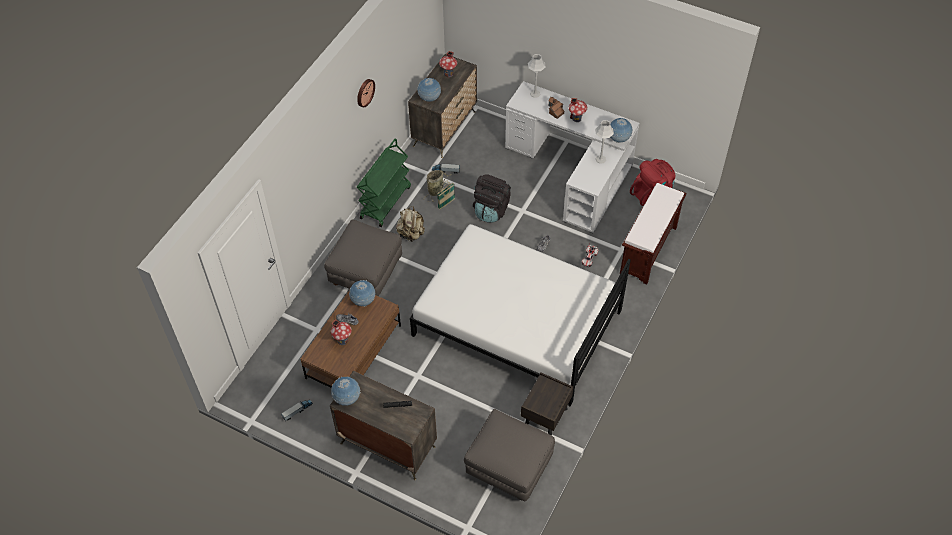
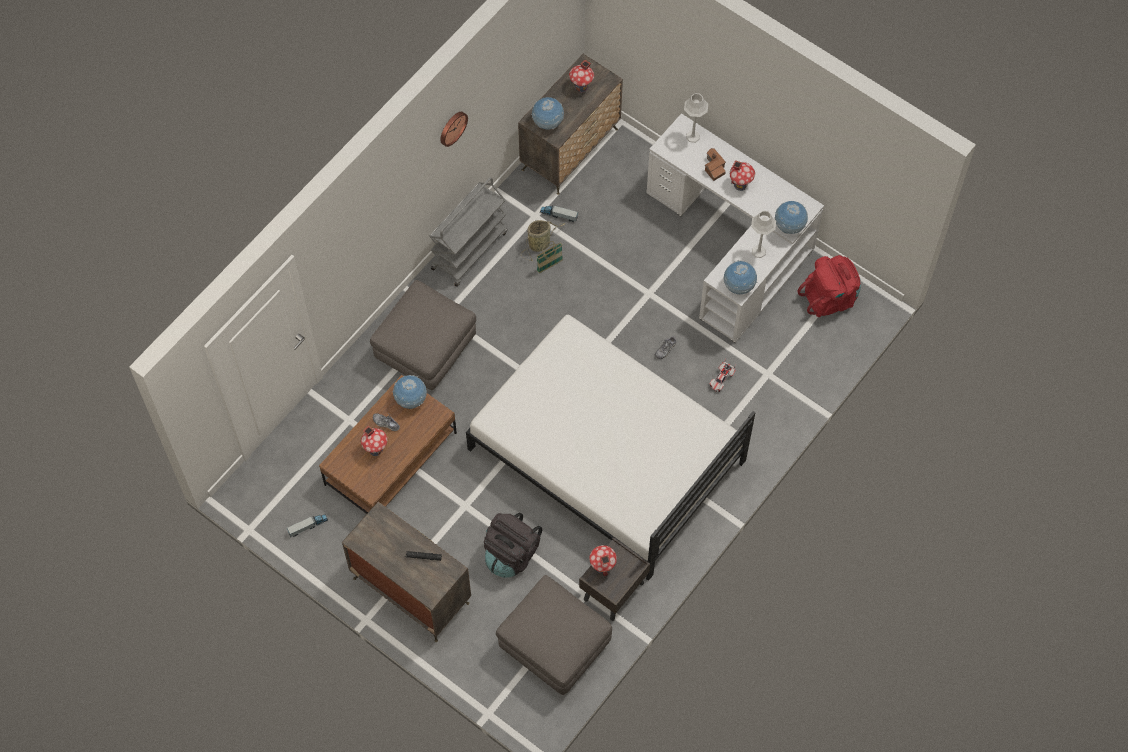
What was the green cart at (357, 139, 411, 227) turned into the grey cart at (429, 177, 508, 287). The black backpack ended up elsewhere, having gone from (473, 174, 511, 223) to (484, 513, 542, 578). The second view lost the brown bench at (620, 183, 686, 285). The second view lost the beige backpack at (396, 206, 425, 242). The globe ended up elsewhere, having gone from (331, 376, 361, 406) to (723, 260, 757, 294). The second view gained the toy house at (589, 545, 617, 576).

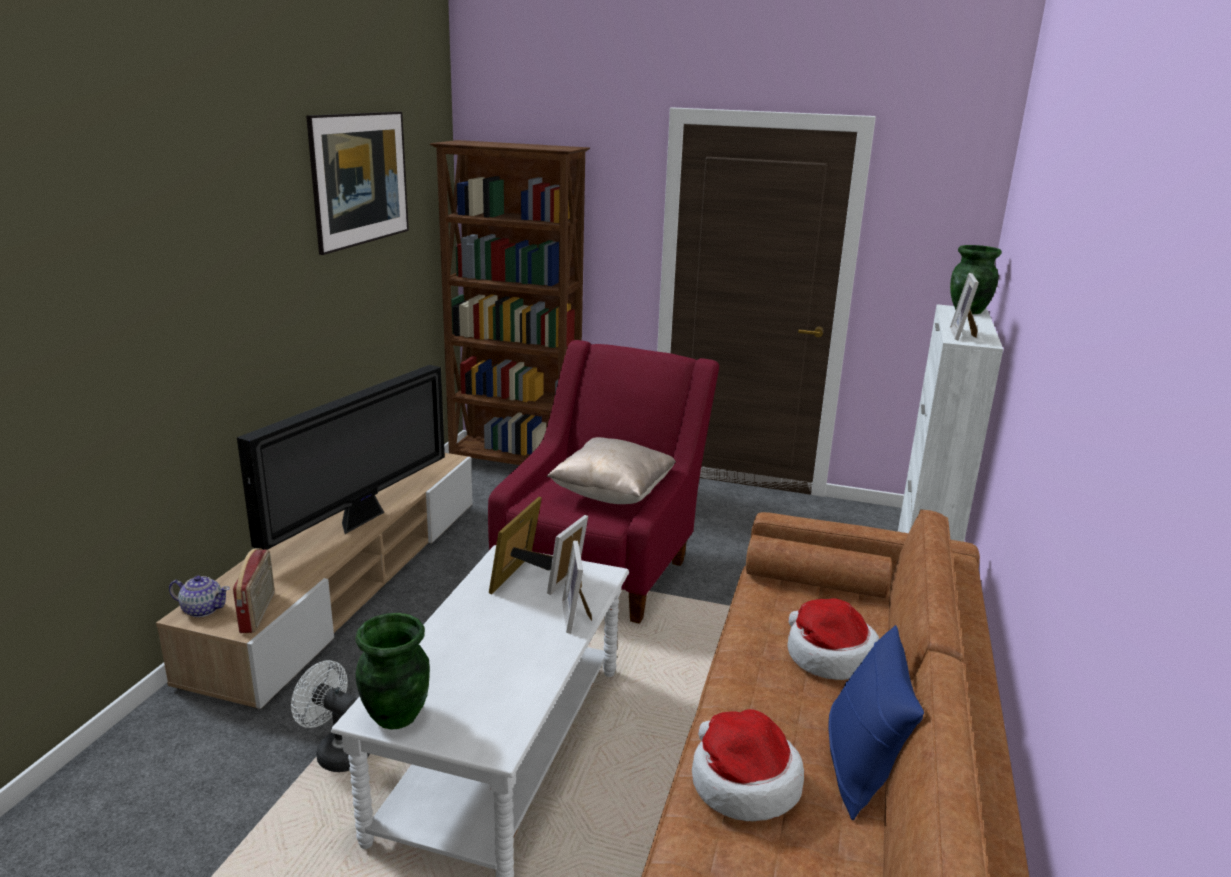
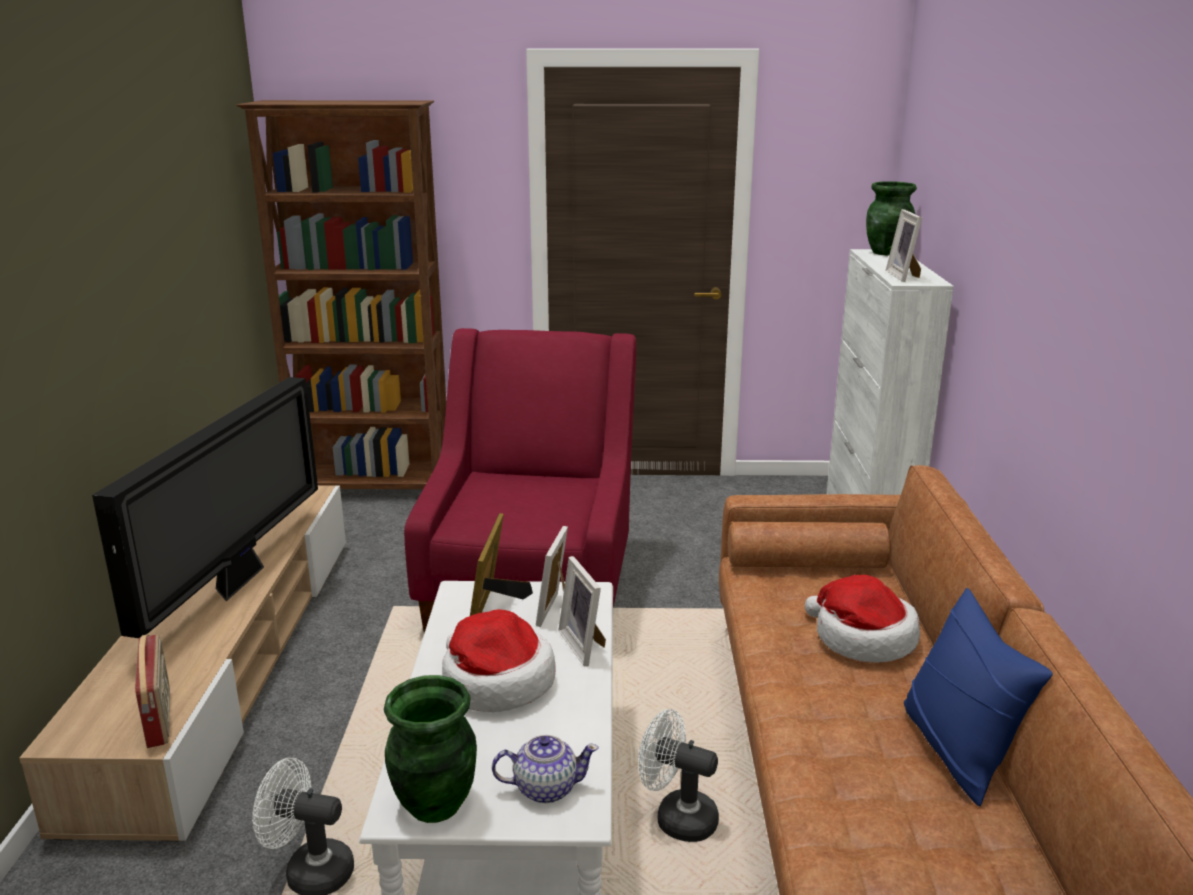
The second view lost the picture at (306, 112, 409, 255). The second view lost the beige pillow at (546, 437, 676, 504). The teapot ended up elsewhere, having gone from (169, 576, 230, 617) to (492, 735, 599, 803). The hat ended up elsewhere, having gone from (692, 709, 804, 821) to (442, 609, 556, 712). The second view gained the white fan at (638, 709, 719, 842).

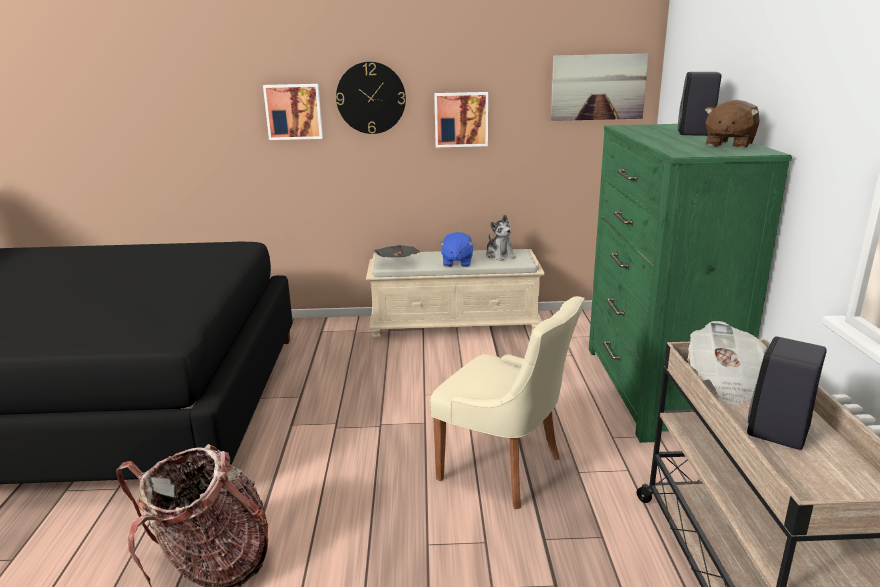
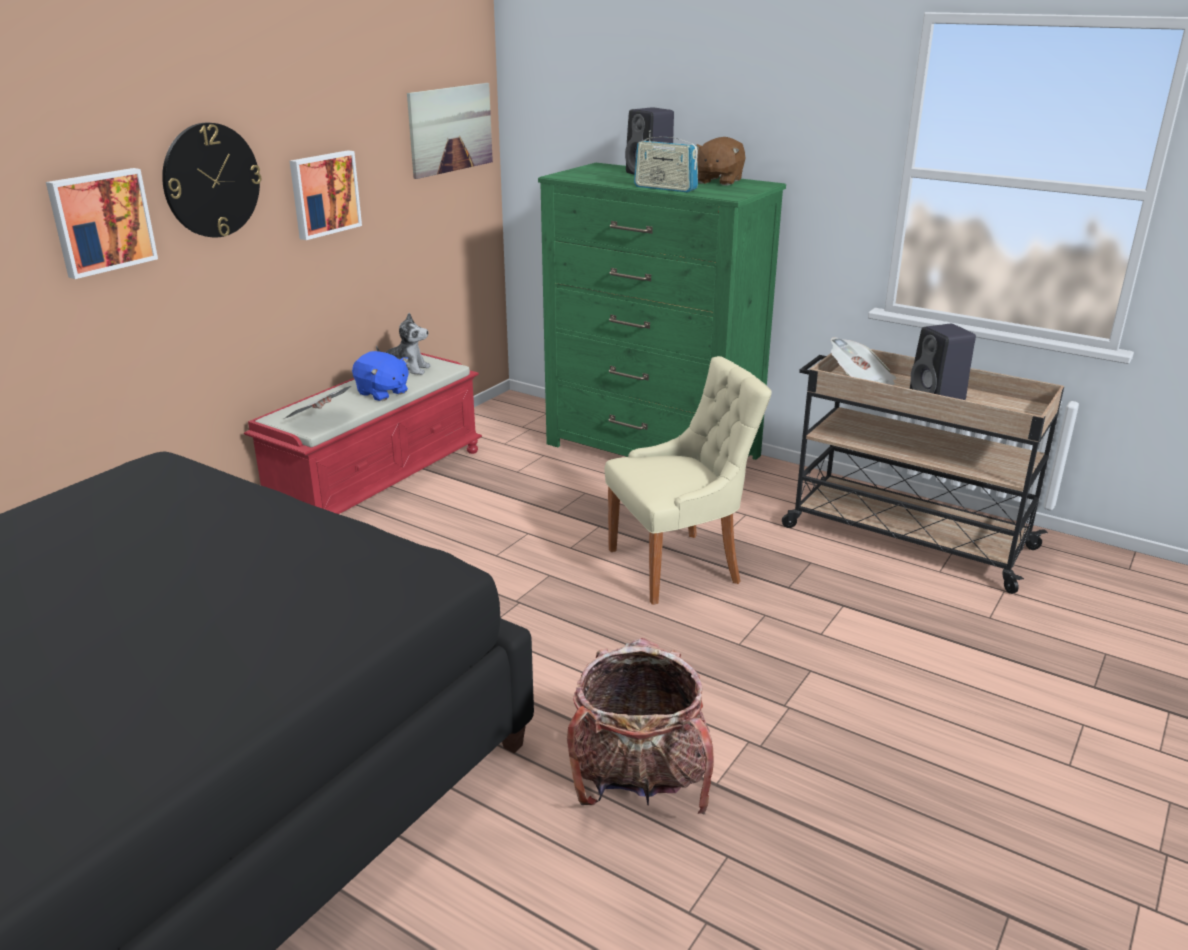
The brown plush toy at (705, 100, 760, 148) ended up facing another way, 45 degrees clockwise from before. What was the beige bench at (366, 249, 545, 340) turned into the red bench at (244, 353, 482, 514). The second view gained the radio at (634, 130, 698, 192).

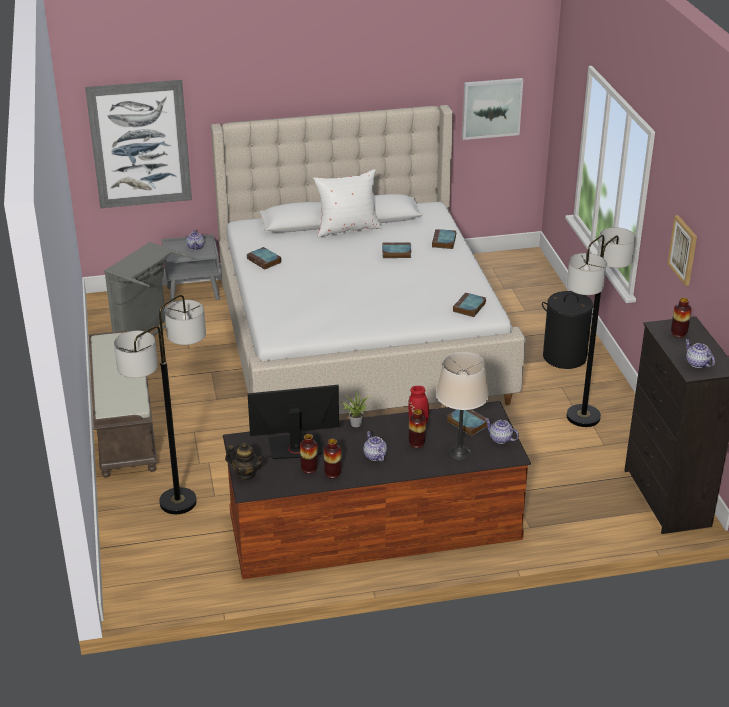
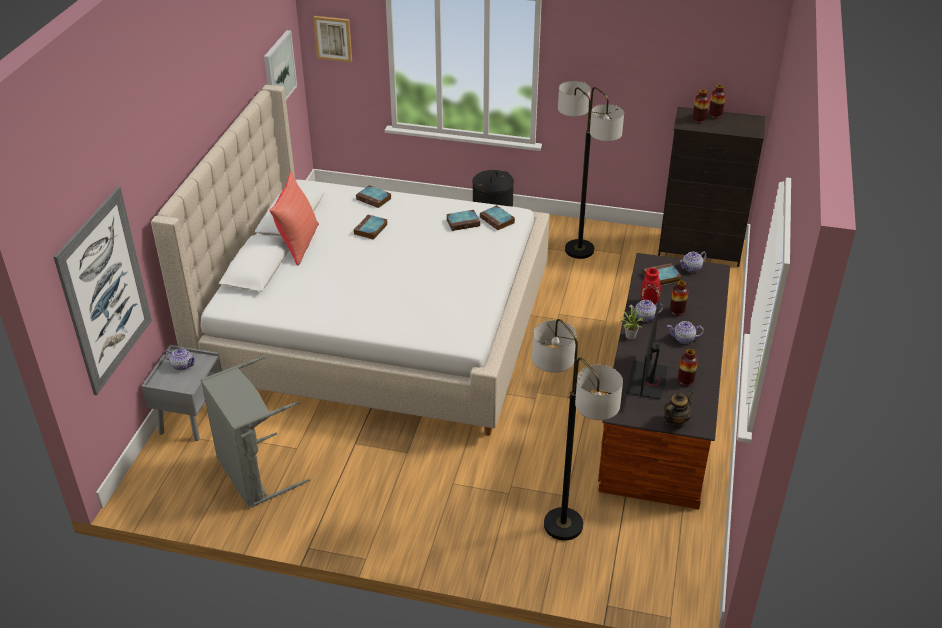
What was the white pillow at (313, 169, 383, 238) turned into the red pillow at (270, 172, 319, 265). The picture ended up elsewhere, having gone from (667, 215, 697, 286) to (313, 16, 352, 62). The book ended up elsewhere, having gone from (247, 247, 281, 269) to (446, 210, 480, 231). The second view lost the brown bench at (89, 331, 157, 478). The teapot ended up elsewhere, having gone from (685, 339, 715, 368) to (629, 300, 663, 322). The second view lost the beige table lamp at (436, 352, 489, 460). The vase ended up elsewhere, having gone from (324, 439, 342, 479) to (709, 85, 726, 118).

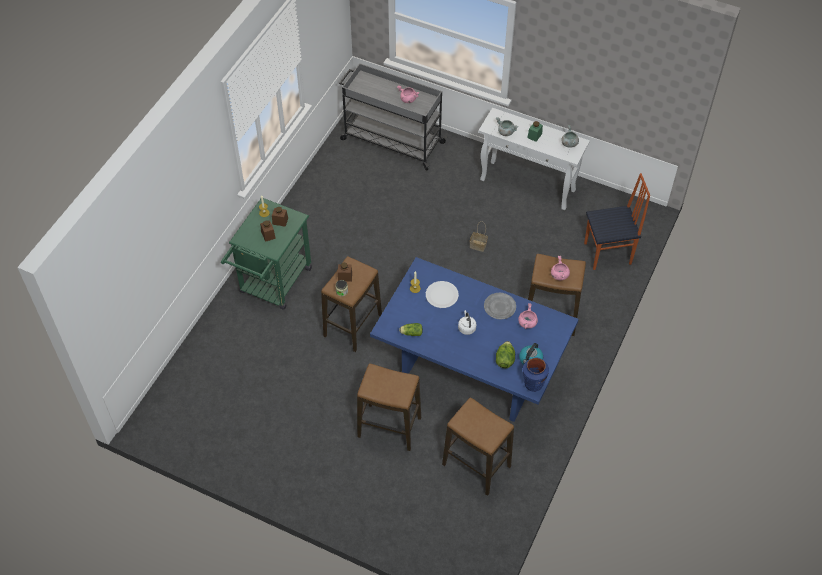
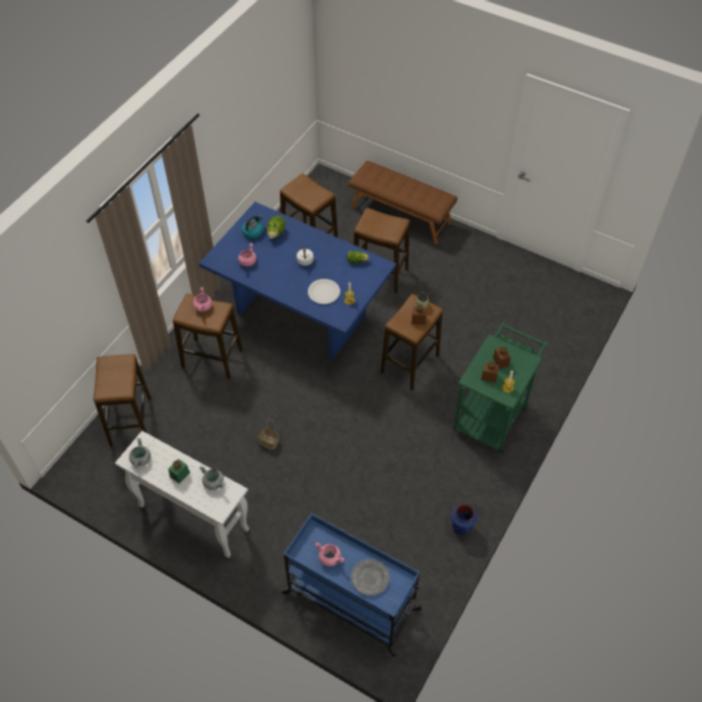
What was the grey cart at (339, 63, 447, 171) turned into the blue cart at (280, 513, 423, 657). Where the chair stood at (584, 173, 650, 270), the stool came to stand at (94, 354, 151, 446). The grey plate ended up elsewhere, having gone from (484, 293, 516, 319) to (351, 559, 390, 596). The blue vase ended up elsewhere, having gone from (523, 358, 549, 392) to (451, 503, 477, 535). The second view gained the brown bench at (348, 161, 457, 244).

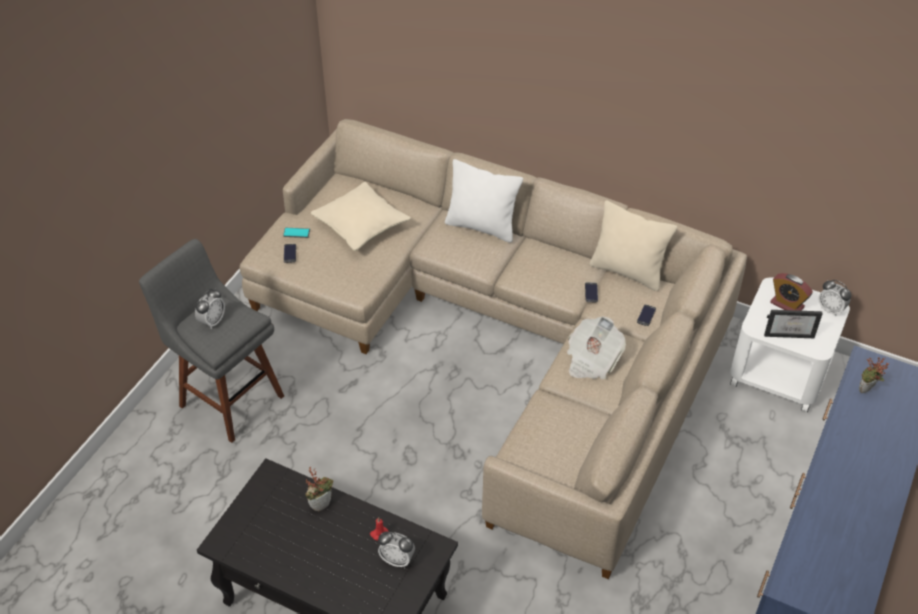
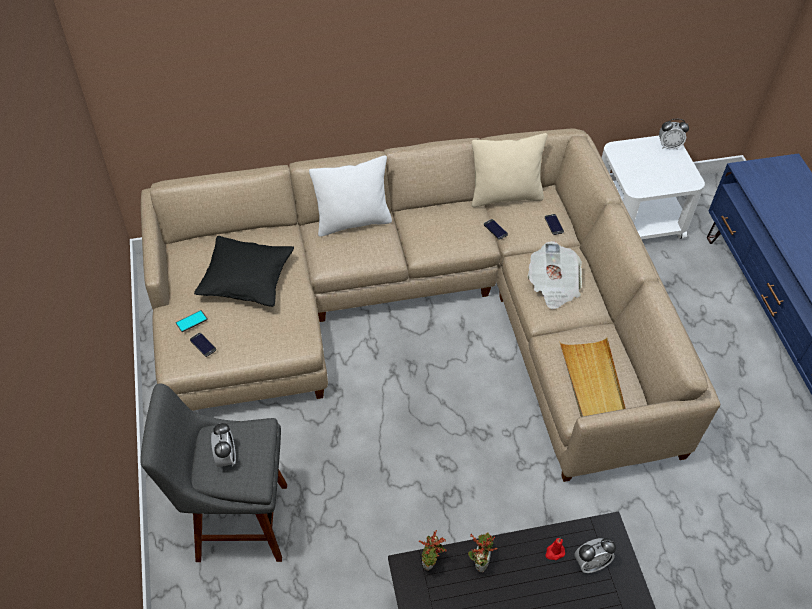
What was the beige pillow at (311, 182, 411, 251) turned into the black pillow at (194, 236, 294, 307). The second view lost the alarm clock at (770, 273, 813, 311). The second view lost the picture frame at (764, 310, 823, 338). The potted plant ended up elsewhere, having gone from (859, 357, 889, 393) to (419, 530, 446, 571). The second view gained the beige tray at (559, 338, 626, 417).

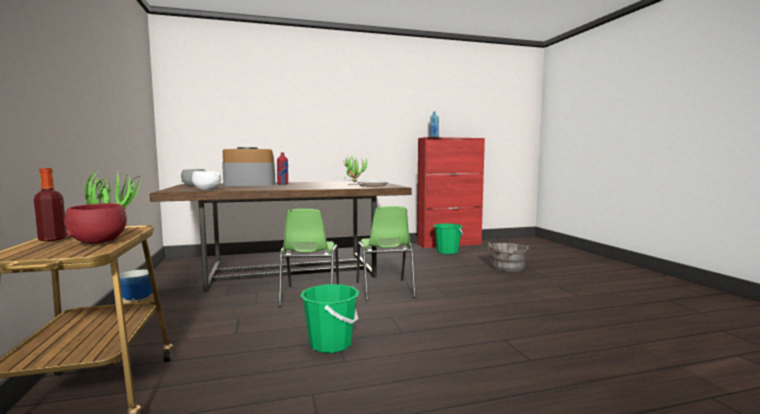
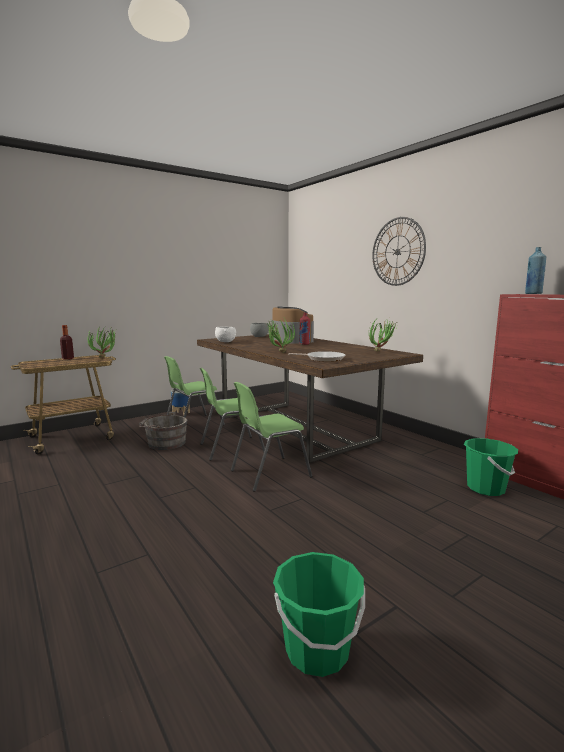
The second view lost the red bowl at (64, 203, 127, 244). The grey bucket ended up elsewhere, having gone from (488, 242, 529, 272) to (139, 412, 188, 450). The green bucket ended up elsewhere, having gone from (300, 284, 359, 353) to (273, 552, 365, 677). The second view gained the wall clock at (372, 217, 426, 286). The second view gained the potted plant at (267, 318, 295, 352). The second view gained the green chair at (164, 356, 225, 425).

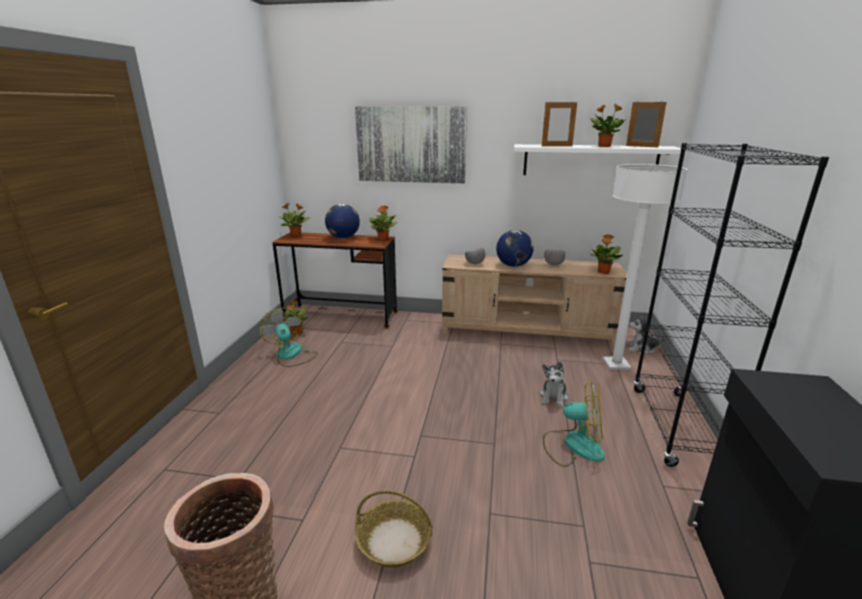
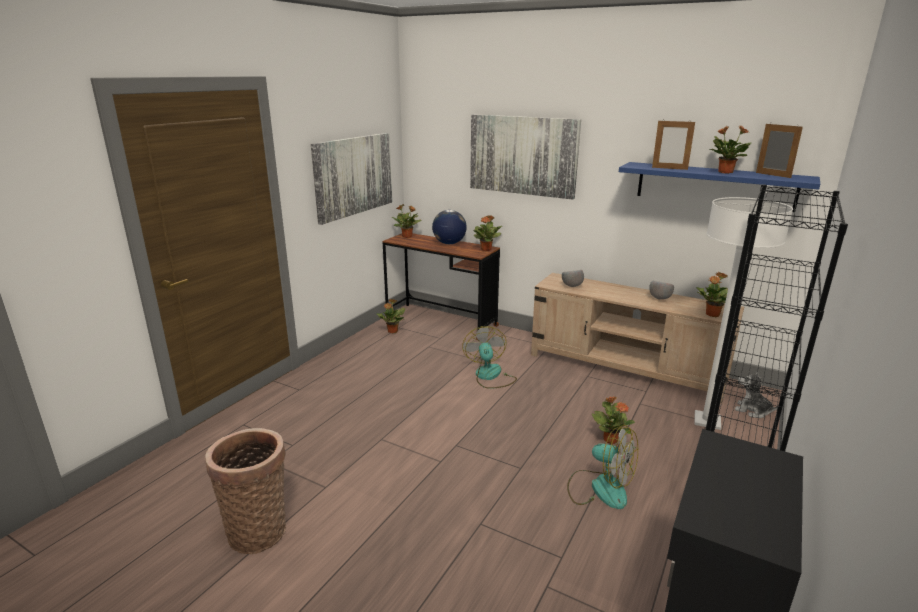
What was the white shelf at (514, 144, 686, 175) turned into the blue shelf at (619, 162, 820, 212). The second view lost the globe at (496, 230, 534, 267). The fan ended up elsewhere, having gone from (258, 308, 318, 367) to (462, 326, 517, 389). Where the plush toy stood at (540, 362, 568, 407), the potted plant came to stand at (592, 396, 635, 444). The second view lost the basket at (355, 490, 433, 567). The second view gained the picture at (311, 133, 392, 225).

